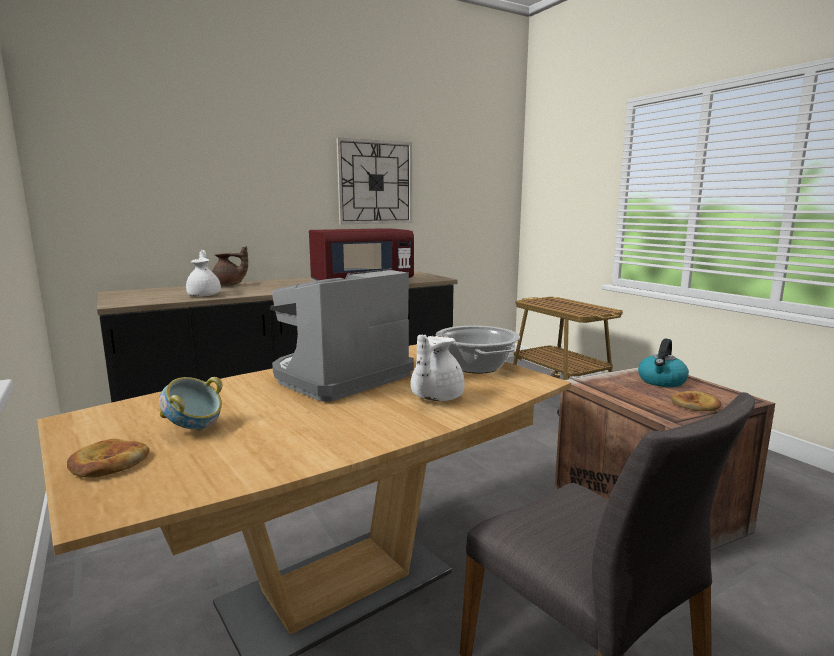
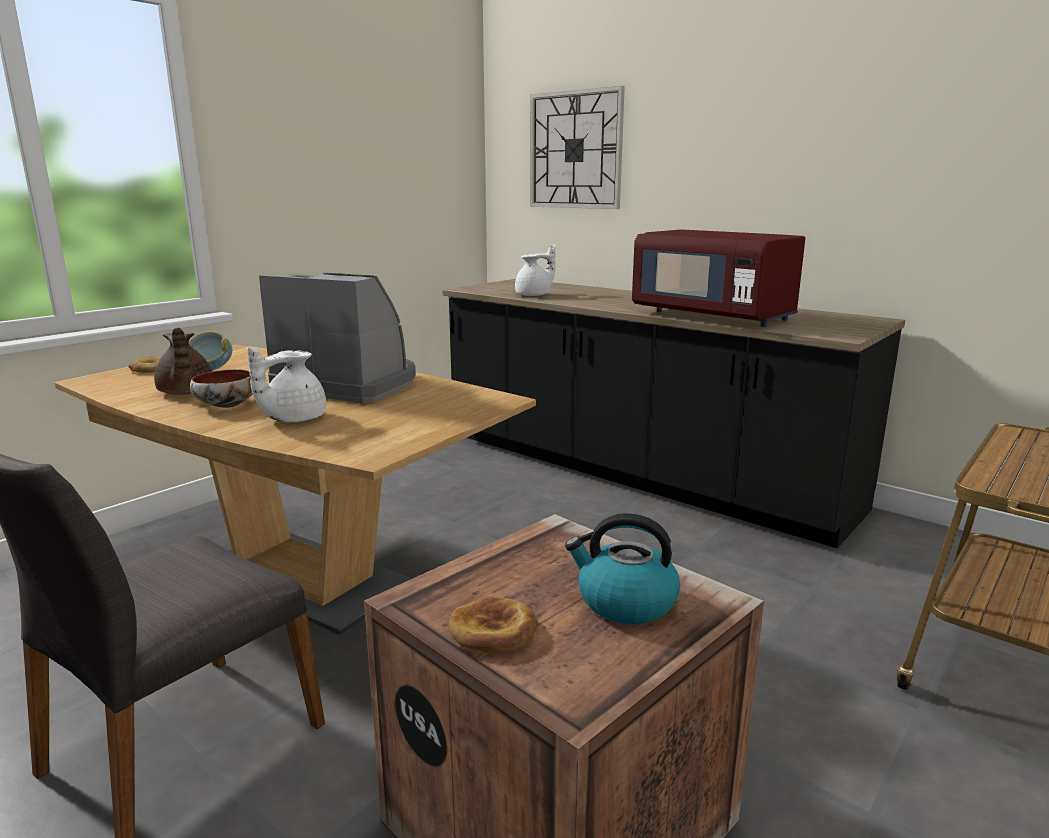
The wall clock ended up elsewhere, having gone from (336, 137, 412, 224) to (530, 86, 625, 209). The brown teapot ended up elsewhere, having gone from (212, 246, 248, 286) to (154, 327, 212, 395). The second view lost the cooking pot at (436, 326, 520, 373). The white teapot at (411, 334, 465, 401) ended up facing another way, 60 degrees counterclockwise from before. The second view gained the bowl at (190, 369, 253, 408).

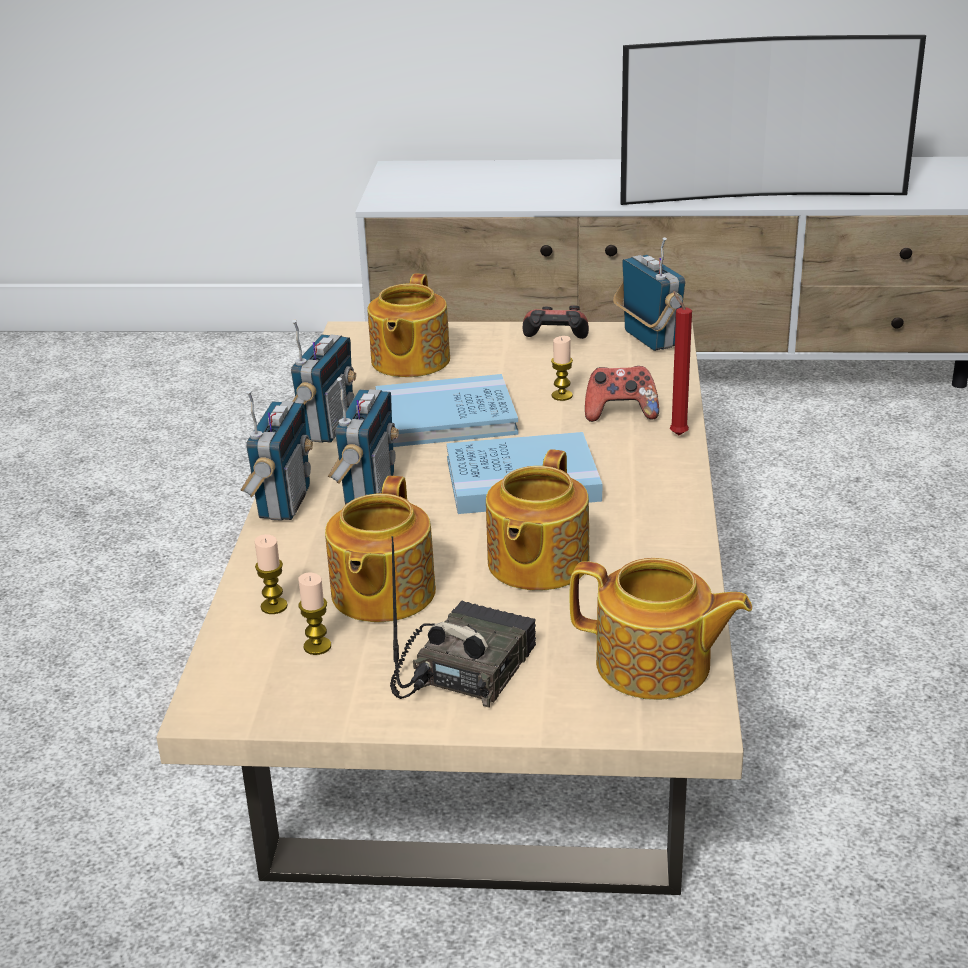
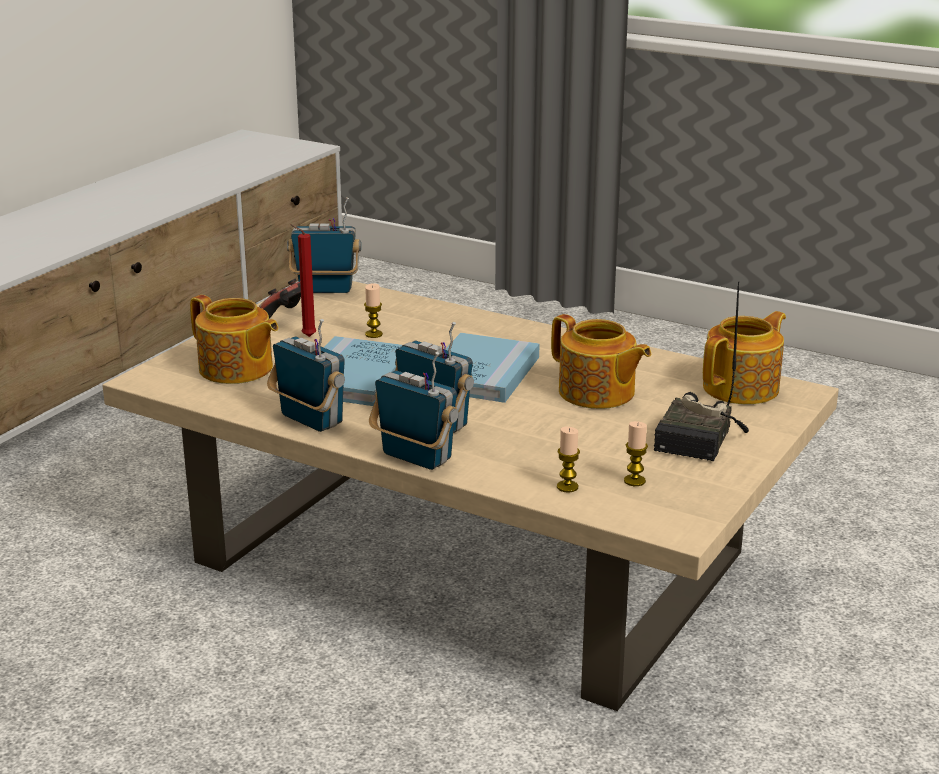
The second view lost the television at (620, 35, 926, 205). The red candle ended up elsewhere, having gone from (670, 291, 692, 435) to (291, 224, 317, 337). The second view lost the game controller at (585, 366, 659, 422). The second view lost the teapot at (325, 476, 436, 622). The radio at (390, 536, 536, 708) ended up facing another way, 120 degrees counterclockwise from before.

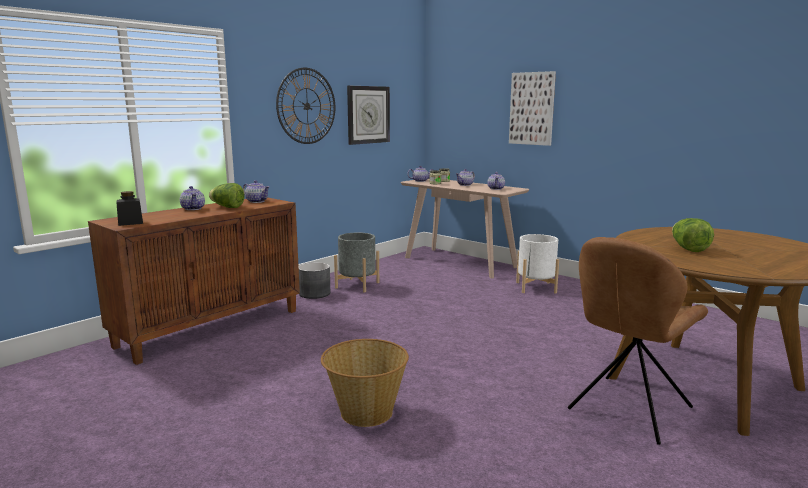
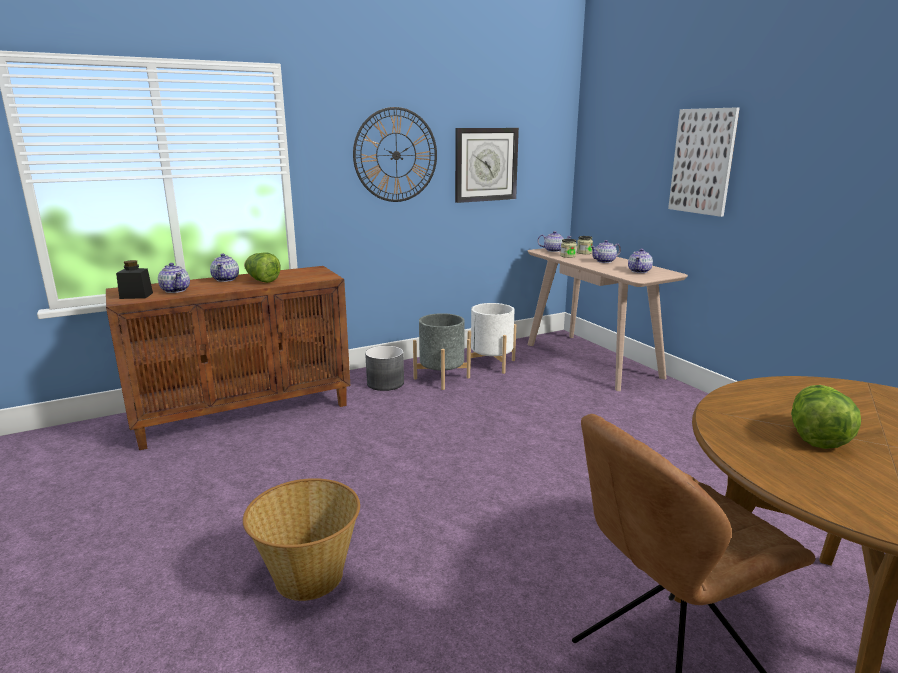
The teapot ended up elsewhere, having gone from (243, 180, 269, 203) to (158, 263, 190, 293). The white planter ended up elsewhere, having gone from (516, 234, 559, 293) to (468, 303, 516, 374).

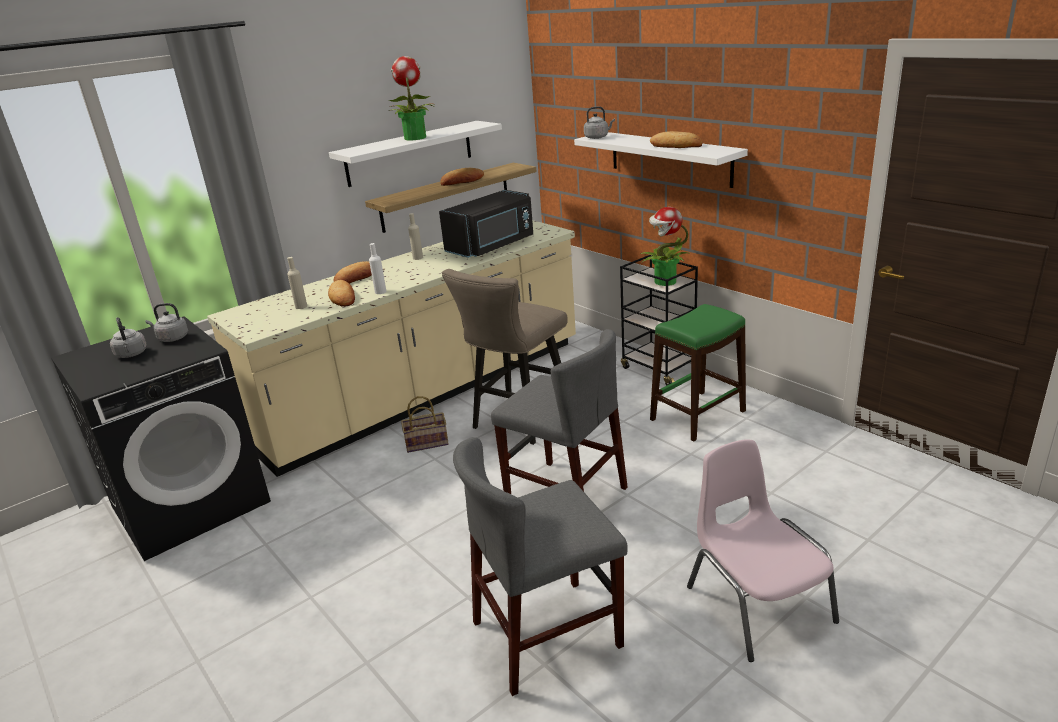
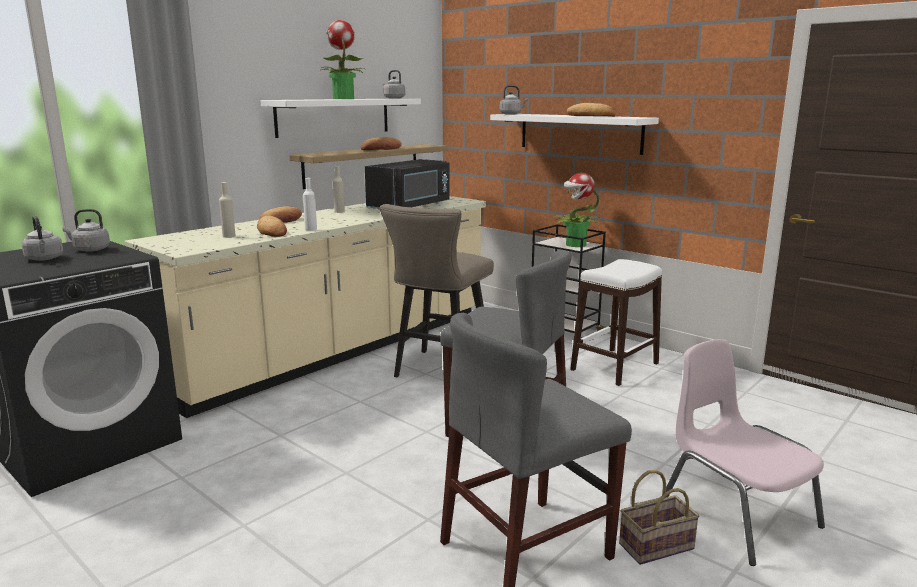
What was the green stool at (650, 304, 746, 442) turned into the white stool at (570, 259, 662, 386). The basket ended up elsewhere, having gone from (401, 396, 449, 453) to (619, 470, 700, 565). The second view gained the grey kettle at (383, 70, 405, 99).

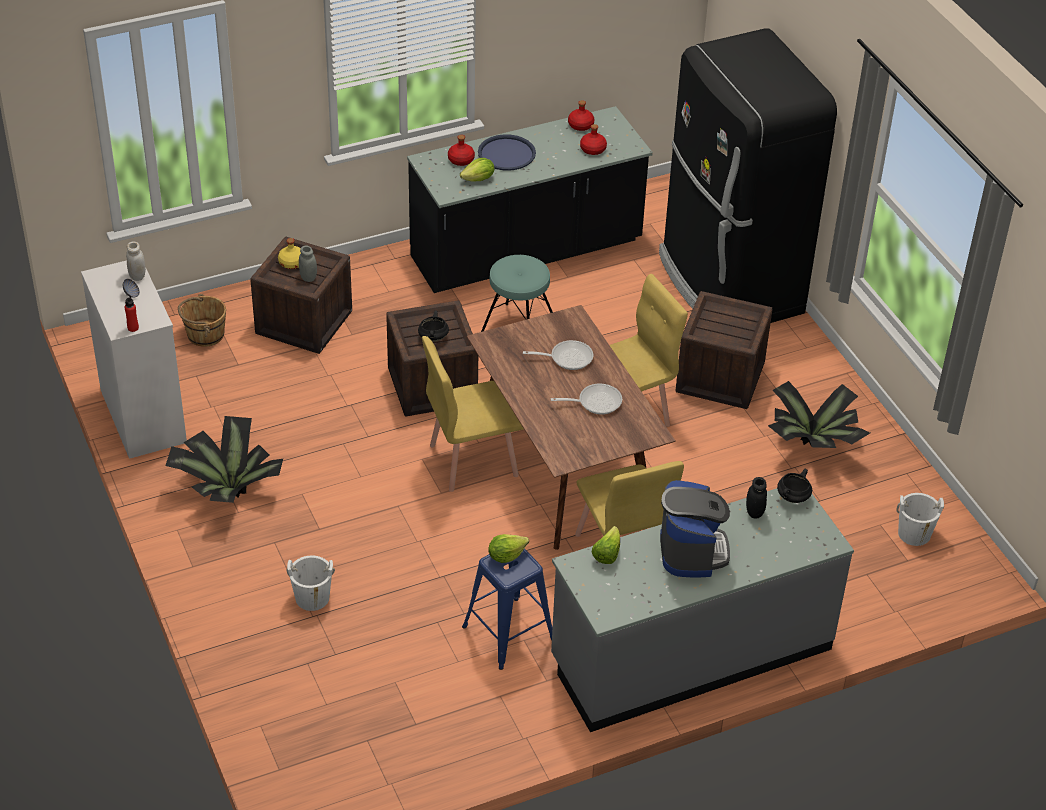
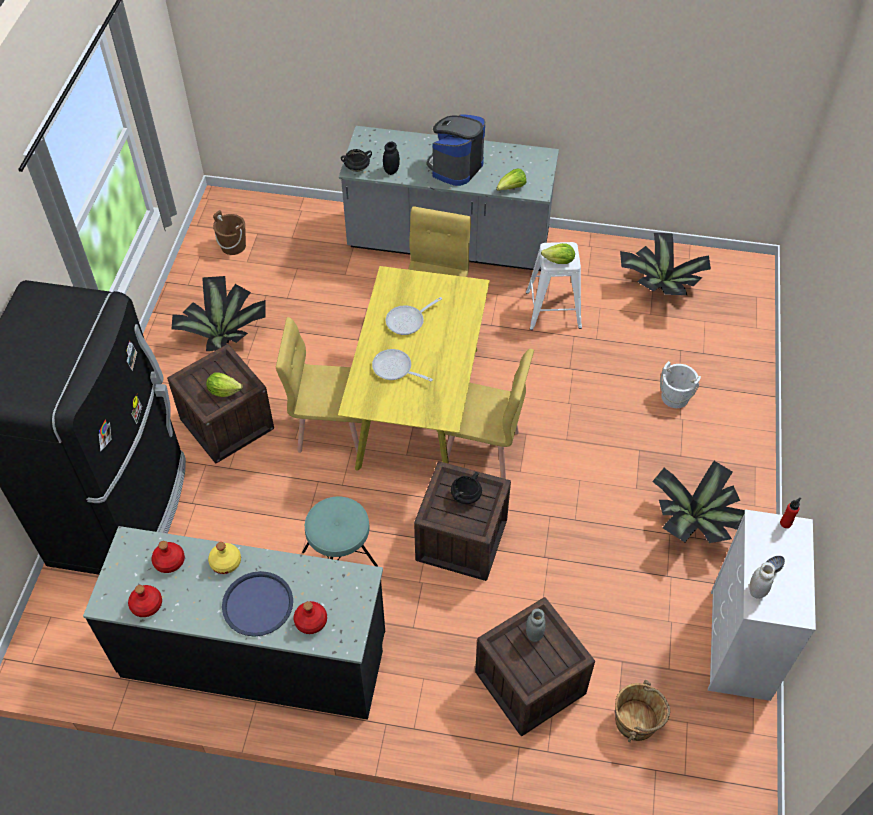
The lettuce ended up elsewhere, having gone from (460, 158, 494, 181) to (206, 372, 243, 397). The yellow bottle ended up elsewhere, having gone from (278, 238, 301, 269) to (208, 542, 241, 574). What was the brown dining table at (467, 305, 676, 550) turned into the yellow dining table at (338, 266, 490, 471). The frying pan at (551, 384, 622, 414) ended up facing another way, 60 degrees counterclockwise from before. What was the white bucket at (896, 493, 944, 546) turned into the brown bucket at (213, 210, 246, 255). What was the blue stool at (462, 548, 552, 670) turned into the white stool at (526, 242, 582, 330). The second view gained the potted plant at (620, 233, 711, 295).

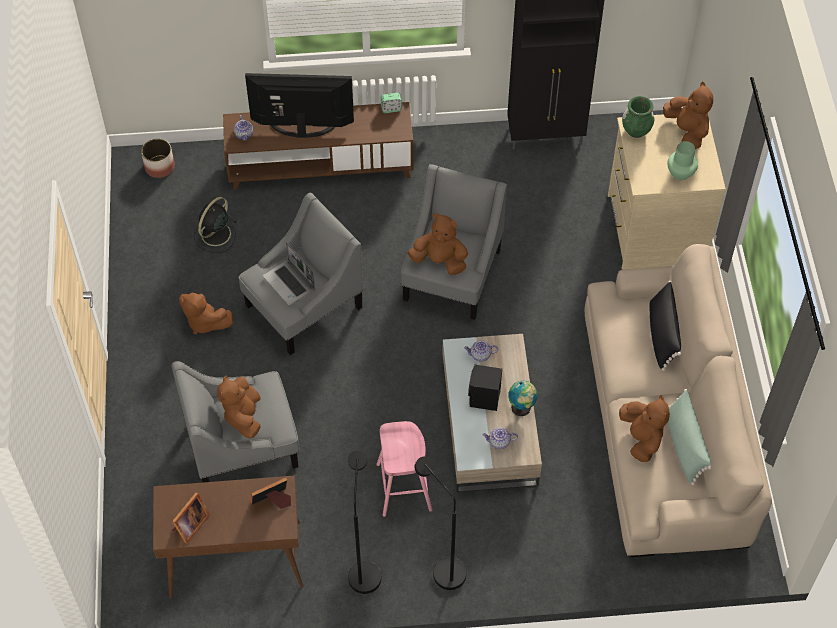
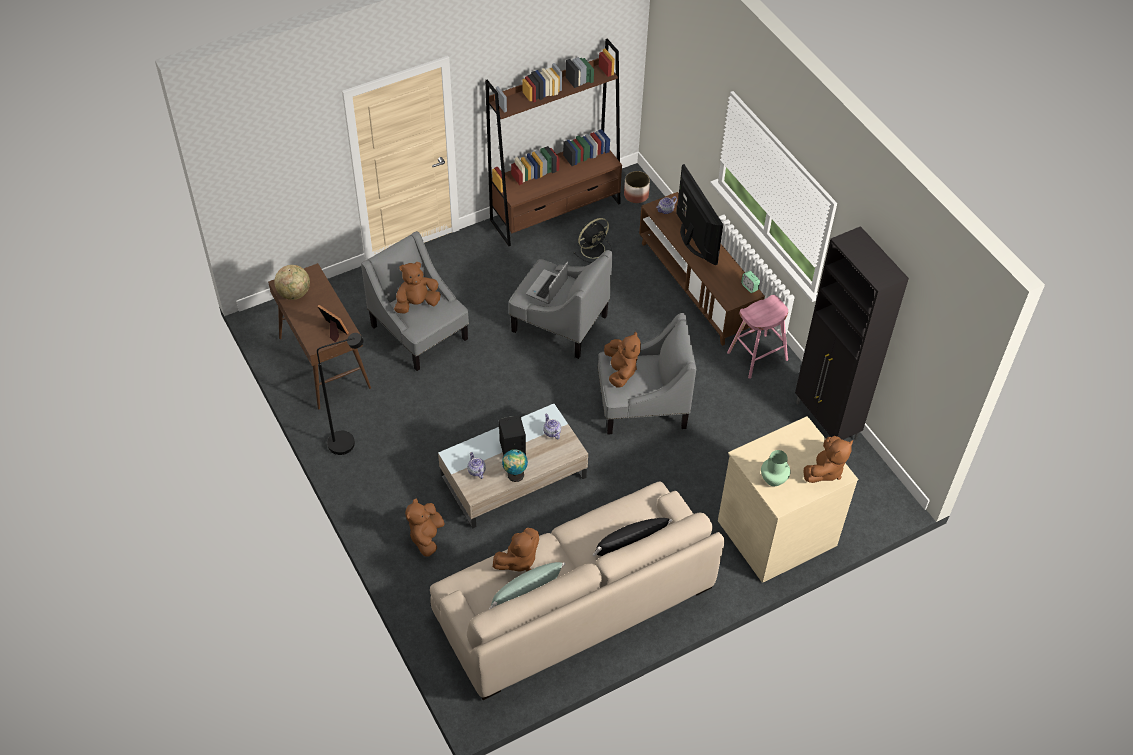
The second view lost the green vase at (622, 96, 654, 138). The black fan at (194, 197, 236, 253) ended up facing another way, 135 degrees clockwise from before. The brown plush toy ended up elsewhere, having gone from (179, 293, 233, 335) to (405, 498, 445, 557). The pink stool ended up elsewhere, having gone from (376, 421, 432, 517) to (727, 295, 788, 379). The second view lost the black floor lamp at (414, 456, 466, 590). Where the picture frame stood at (171, 492, 210, 544), the globe came to stand at (274, 265, 310, 300). The second view gained the brown bookcase at (485, 39, 622, 246).

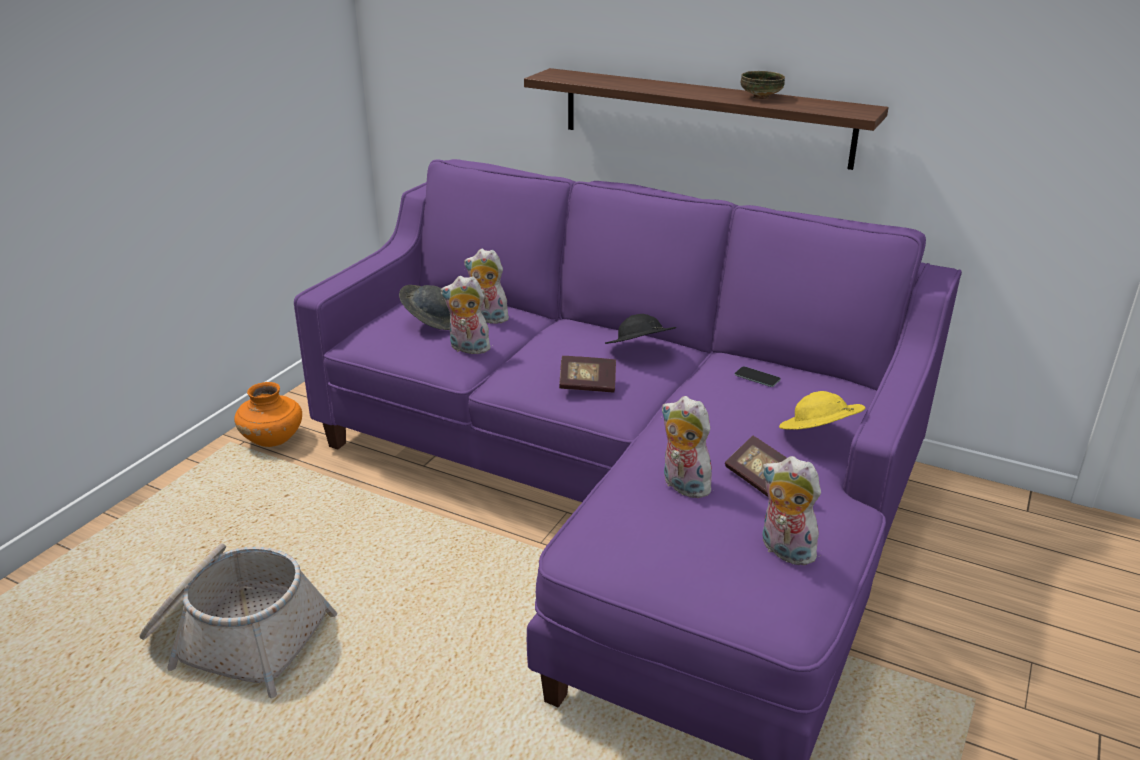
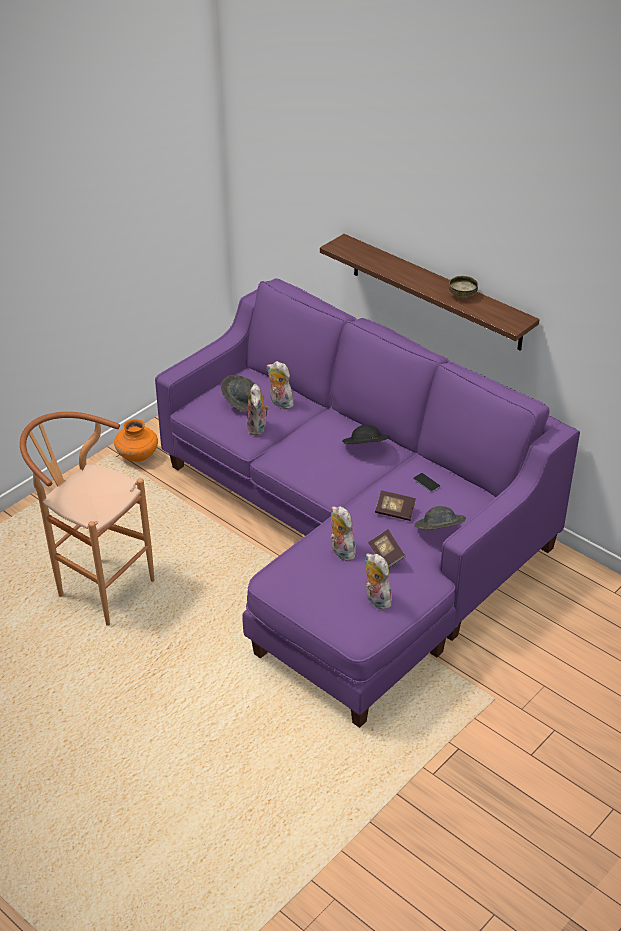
The plush toy at (441, 276, 490, 354) ended up facing another way, 120 degrees counterclockwise from before. The book ended up elsewhere, having gone from (559, 356, 616, 392) to (375, 490, 416, 521). What was the yellow hat at (779, 391, 865, 430) turned into the grey hat at (414, 506, 466, 530). Where the basket stood at (140, 543, 337, 698), the brown stool came to stand at (20, 412, 154, 626).

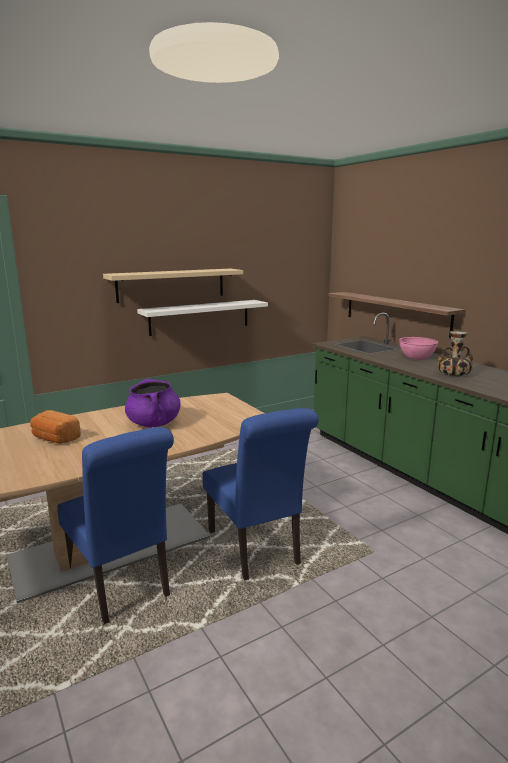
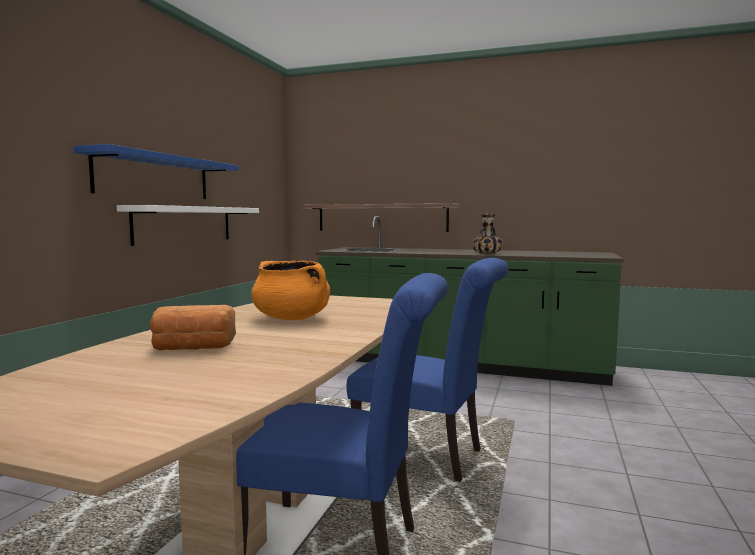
What was the beige shelf at (103, 269, 243, 303) turned into the blue shelf at (73, 144, 239, 199). The second view lost the pink bowl at (399, 337, 439, 360). What was the purple cooking pot at (125, 379, 181, 428) turned into the orange cooking pot at (251, 261, 330, 320).

